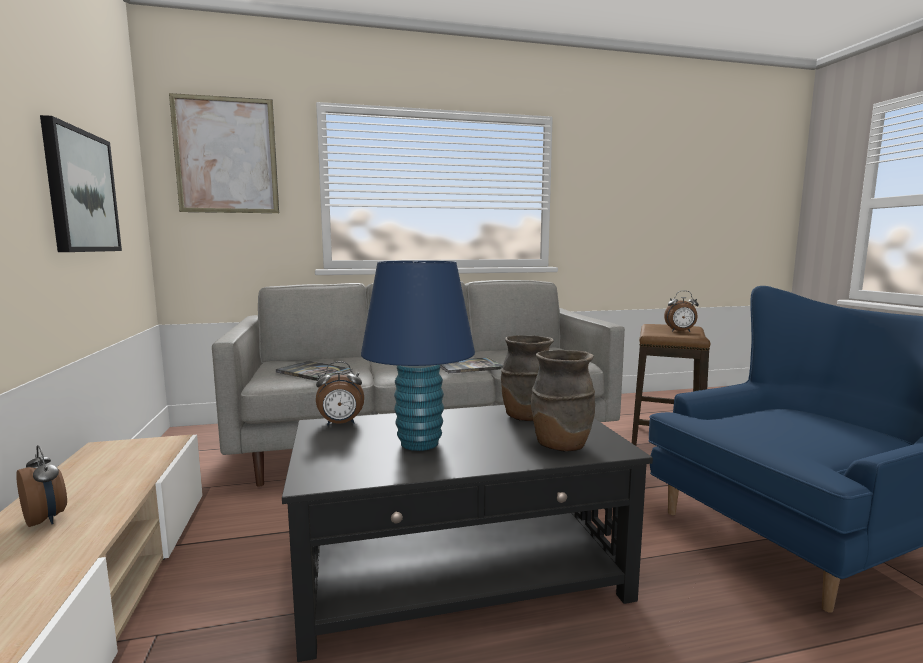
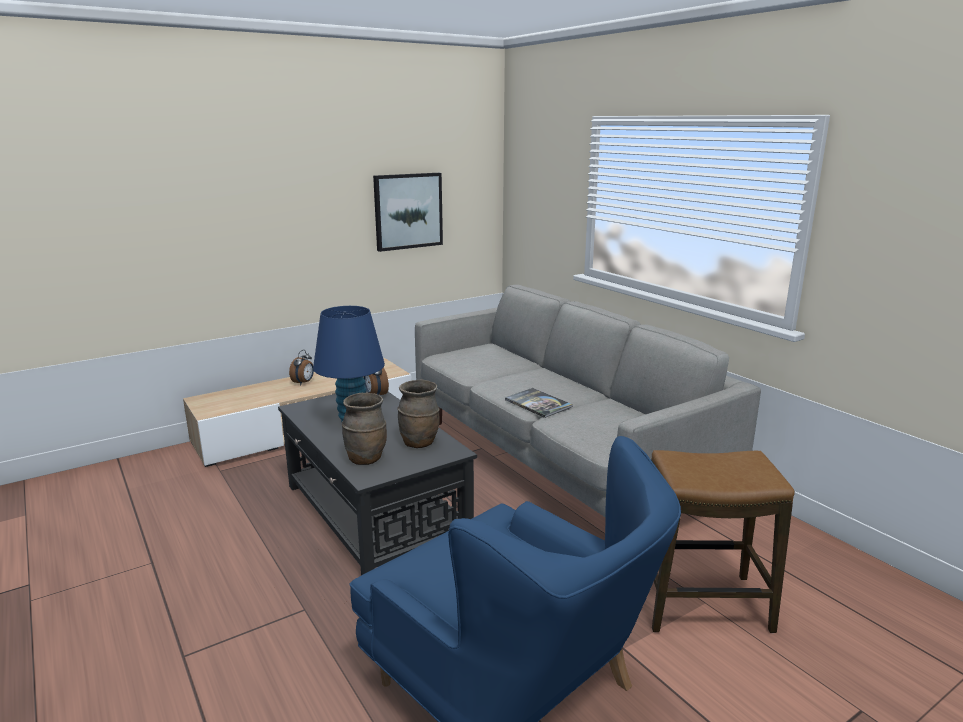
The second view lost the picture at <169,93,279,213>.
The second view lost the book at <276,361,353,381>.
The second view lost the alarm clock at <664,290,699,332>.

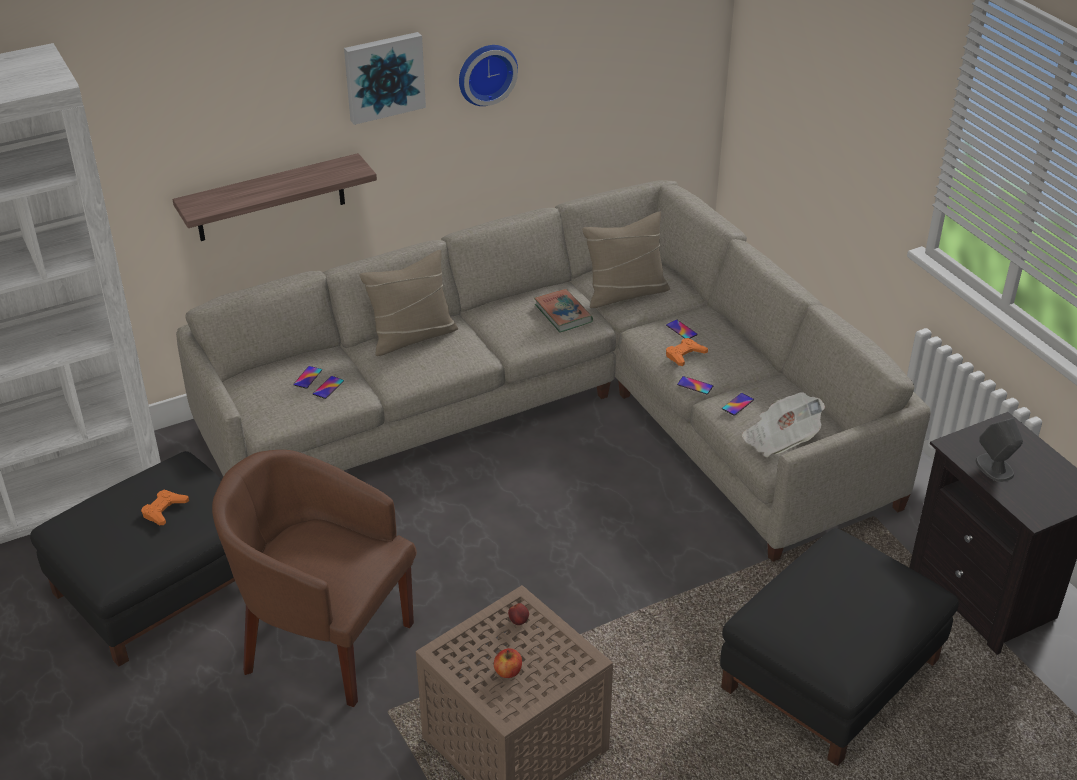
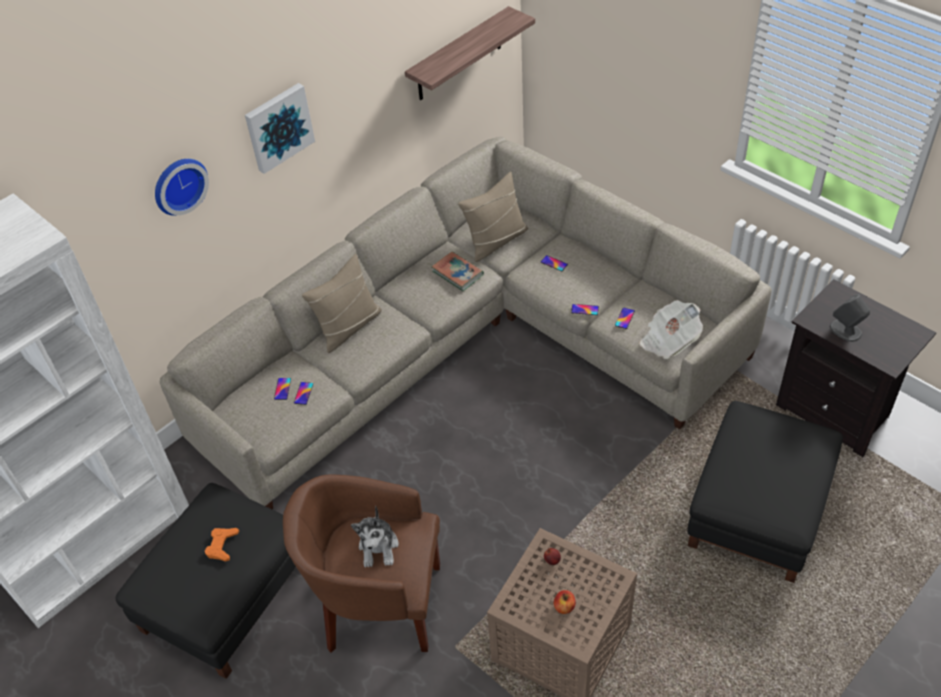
The shelf ended up elsewhere, having gone from <173,153,377,241> to <405,6,535,100>.
The wall clock ended up elsewhere, having gone from <459,45,518,106> to <155,159,209,216>.
The second view lost the orange game controller at <666,338,708,366>.
The second view gained the plush toy at <351,506,399,567>.

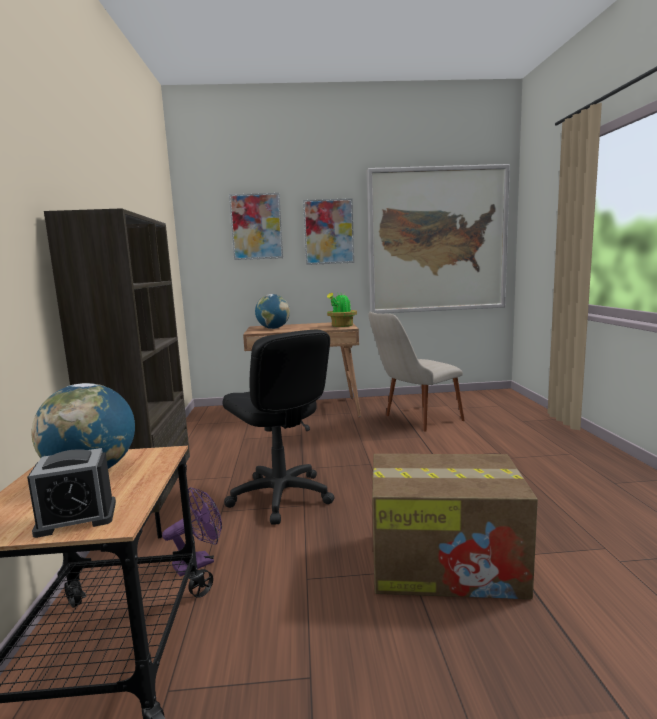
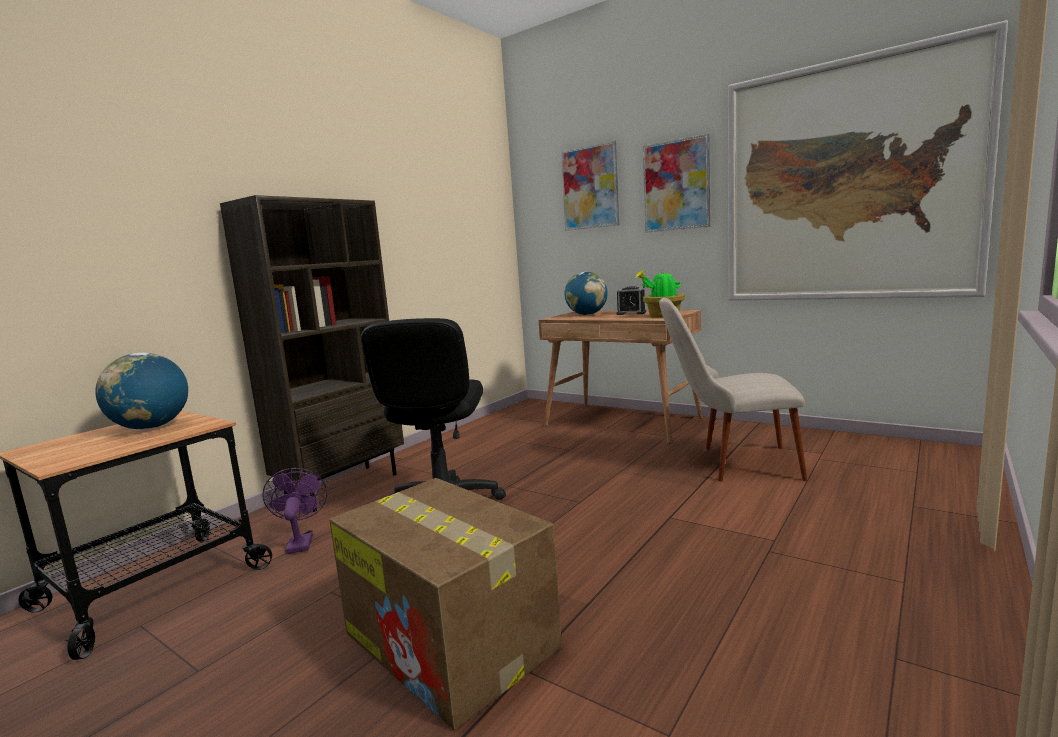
The alarm clock ended up elsewhere, having gone from <27,448,116,538> to <616,286,646,315>.
The purple fan at <162,487,222,576> ended up facing another way, 105 degrees counterclockwise from before.

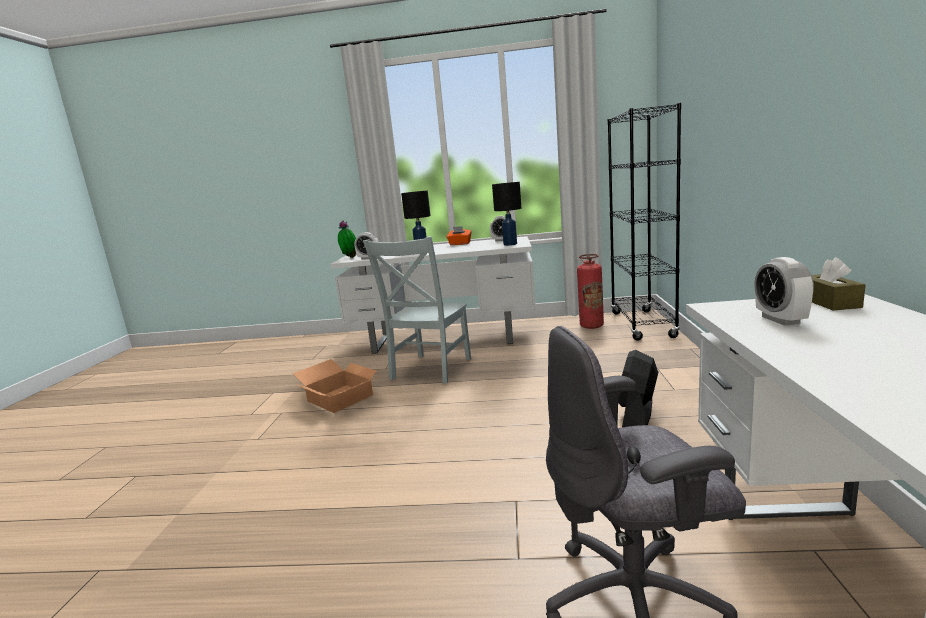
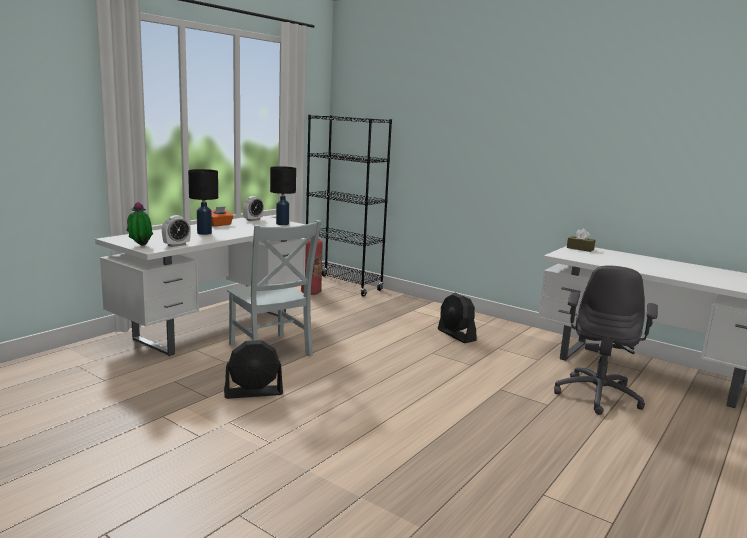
Where the cardboard box stood at <292,359,382,413>, the black fan came to stand at <224,340,283,399>.
The second view lost the alarm clock at <754,257,814,326>.

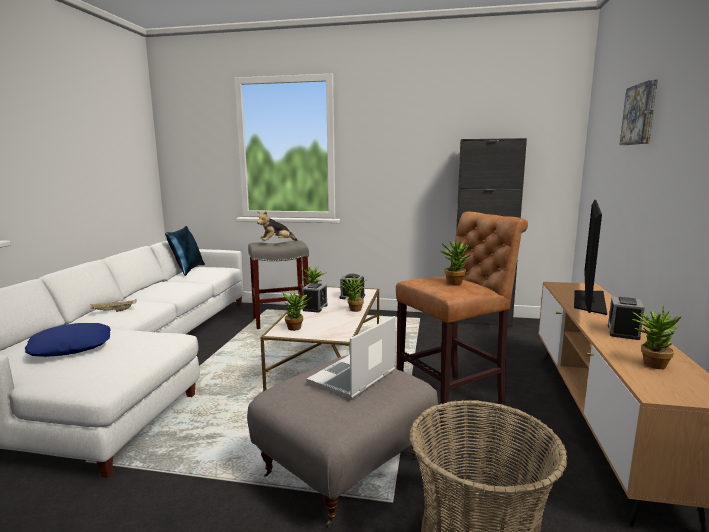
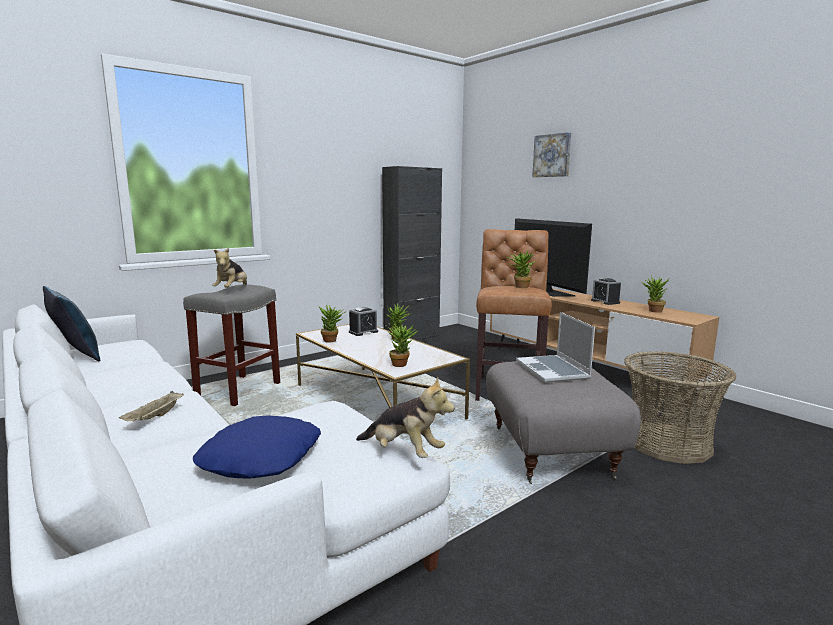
The second view lost the alarm clock at <302,283,328,313>.
The second view gained the plush toy at <356,377,455,458>.

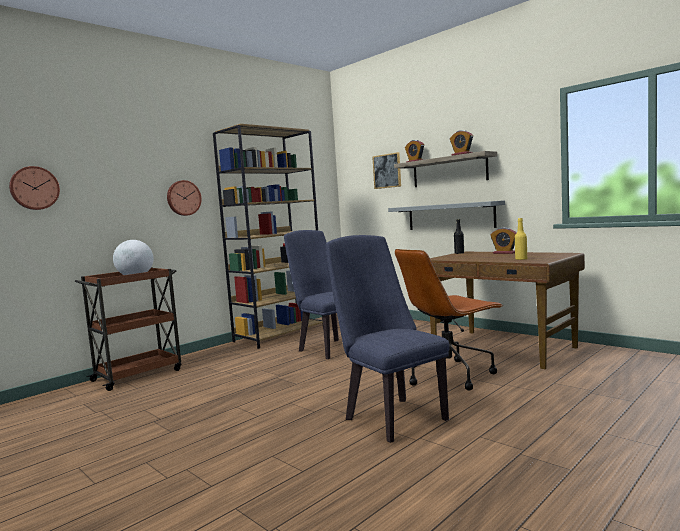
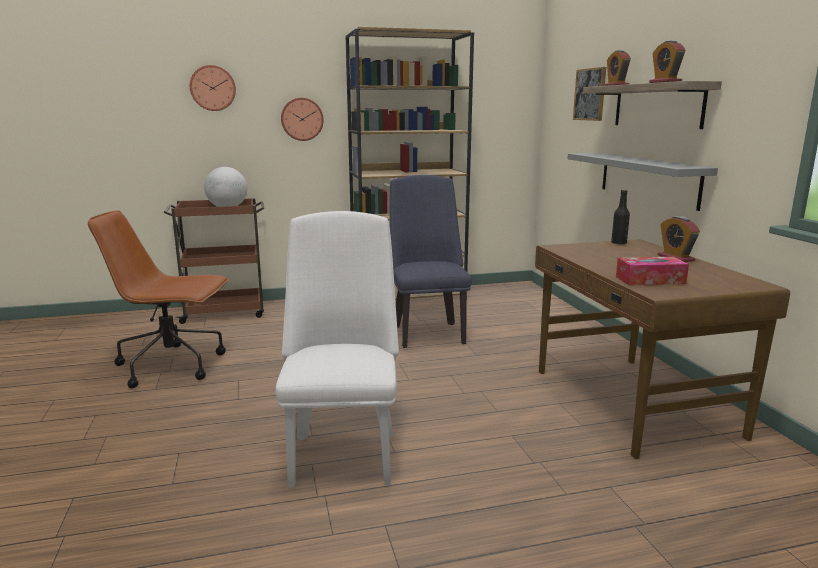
The wall clock ended up elsewhere, having gone from <9,166,60,210> to <190,65,236,111>.
What was the blue chair at <326,235,450,443> turned into the white chair at <275,211,399,488>.
The brown office chair ended up elsewhere, having gone from <395,249,504,391> to <88,210,229,389>.
Where the yellow bottle stood at <515,218,527,260>, the tissue box came to stand at <616,257,689,285>.

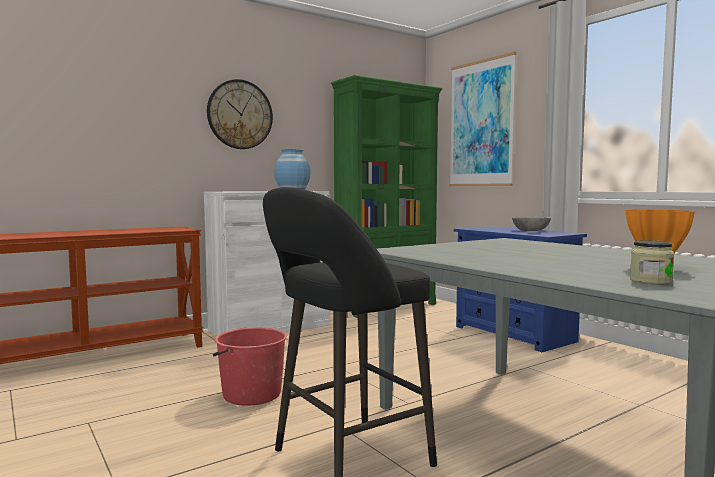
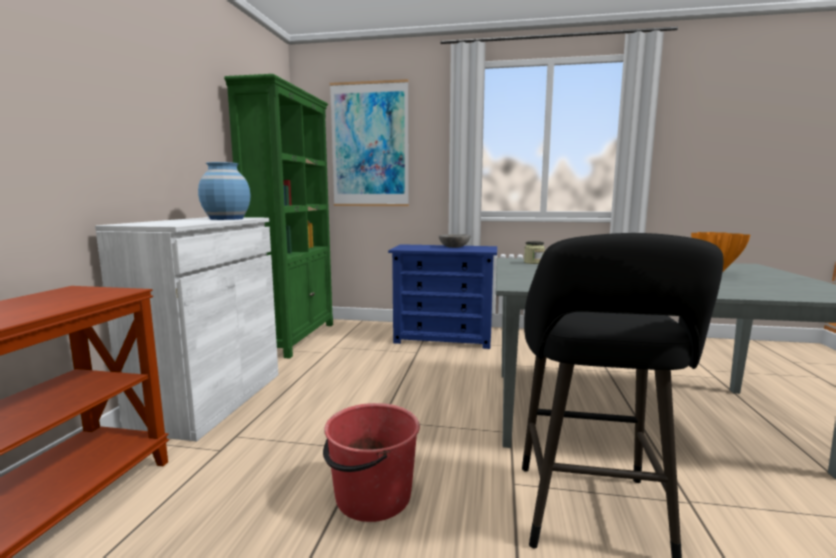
The second view lost the wall clock at <207,79,273,149>.
The jar ended up elsewhere, having gone from <630,240,674,285> to <524,241,545,264>.

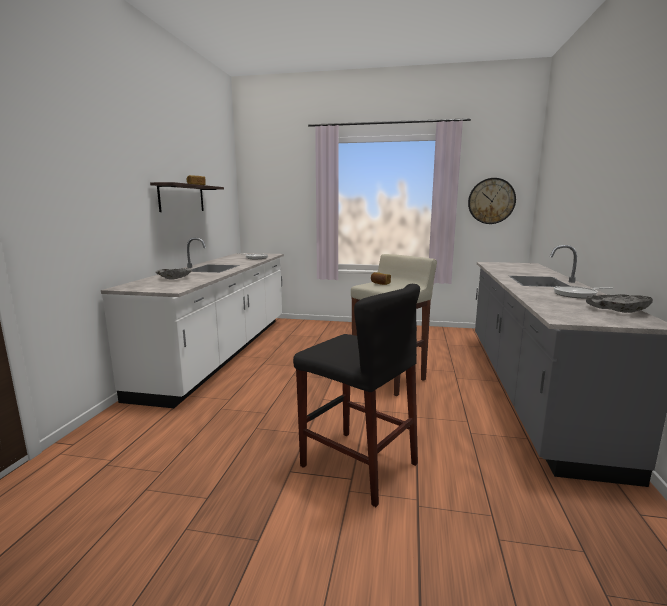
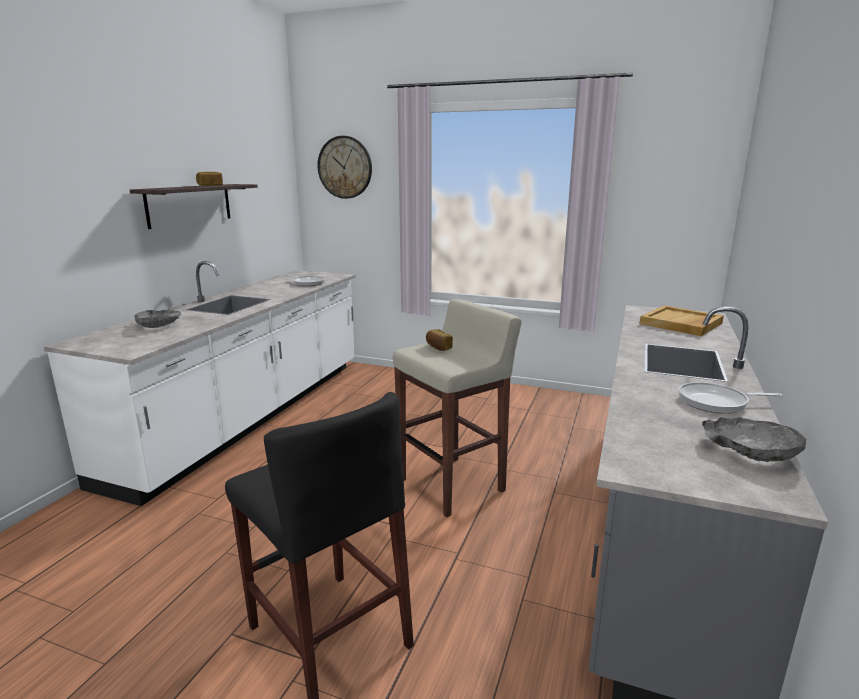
The wall clock ended up elsewhere, having gone from <468,178,516,224> to <317,136,372,199>.
The second view gained the beige tray at <640,305,724,336>.

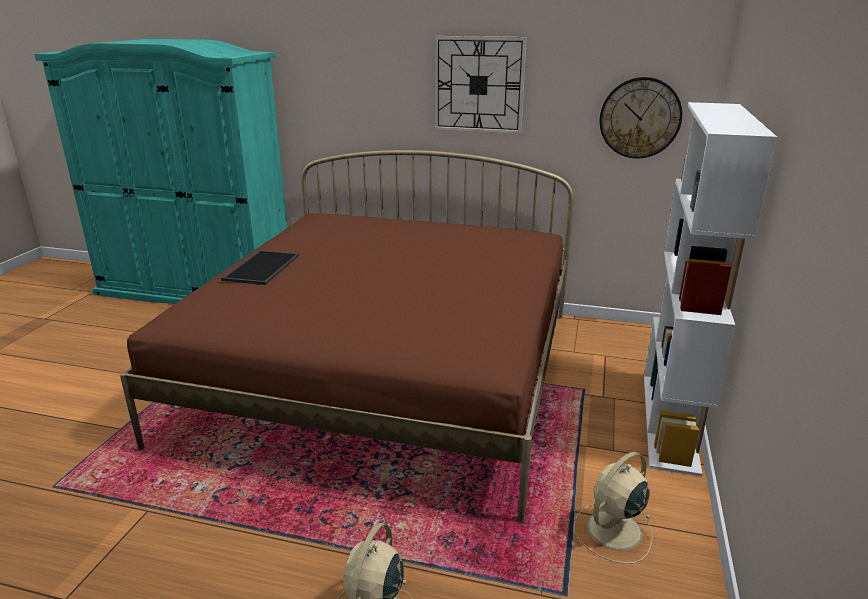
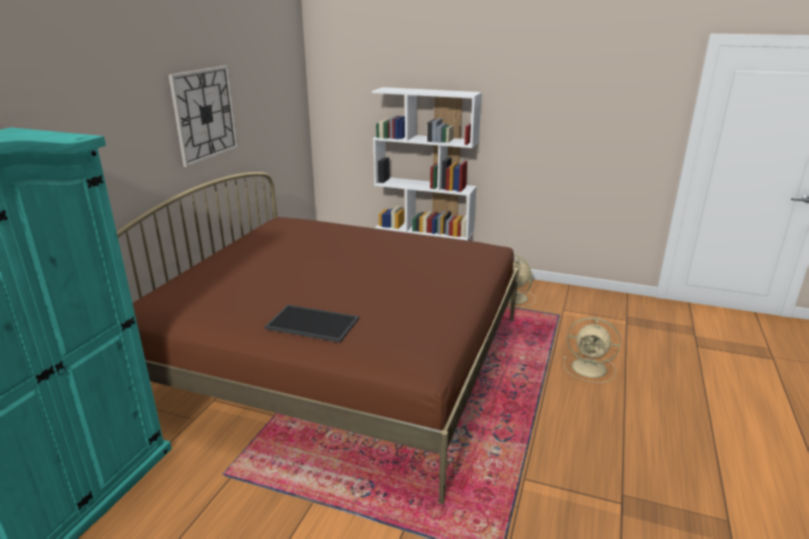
The second view lost the wall clock at <600,77,682,158>.

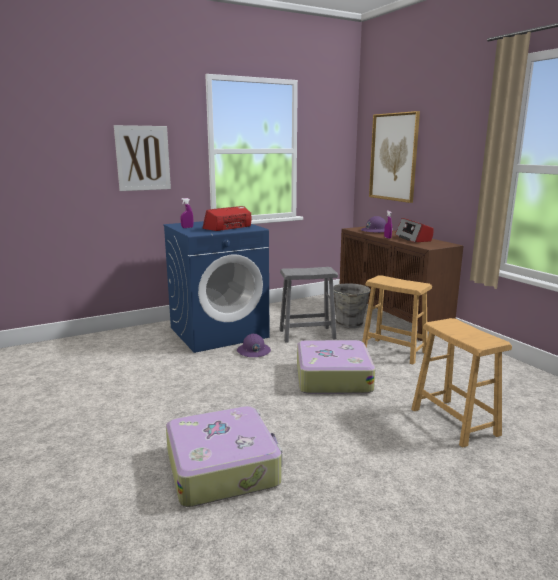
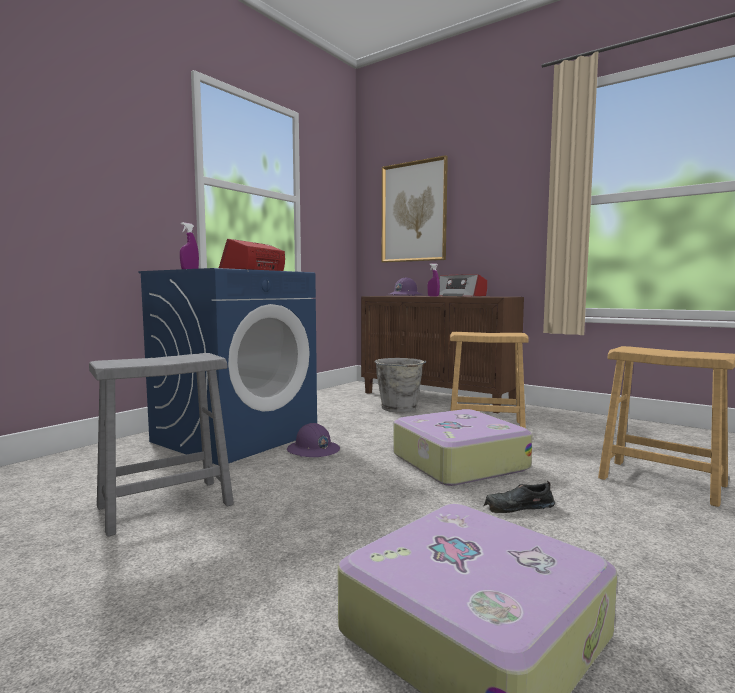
The second view lost the picture at <114,125,171,191>.
The grey stool ended up elsewhere, having gone from <279,267,338,343> to <89,353,234,537>.
The second view gained the black shoe at <484,480,555,513>.

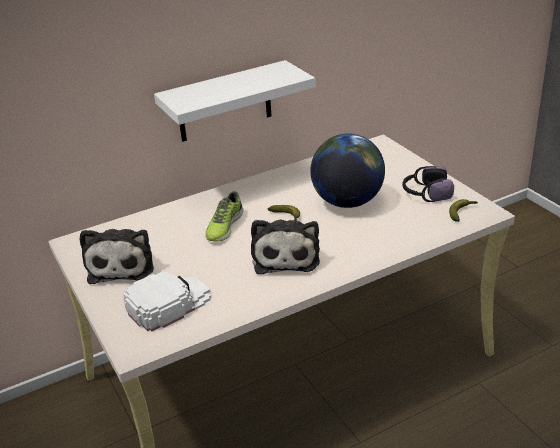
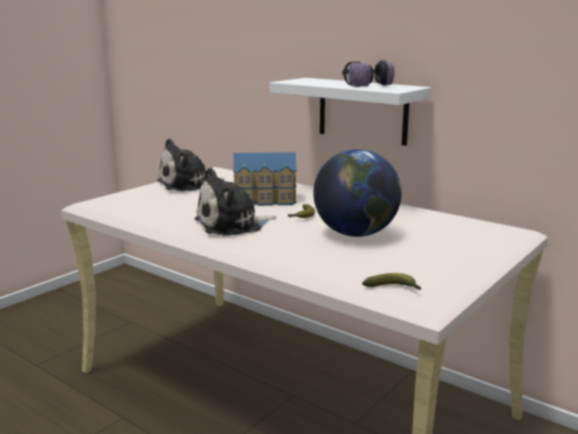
The second view lost the white cap at <123,272,211,331>.
Where the shoe stood at <205,191,243,242>, the toy house came to stand at <233,152,297,206>.
The headphones ended up elsewhere, having gone from <402,166,454,202> to <342,61,395,87>.

